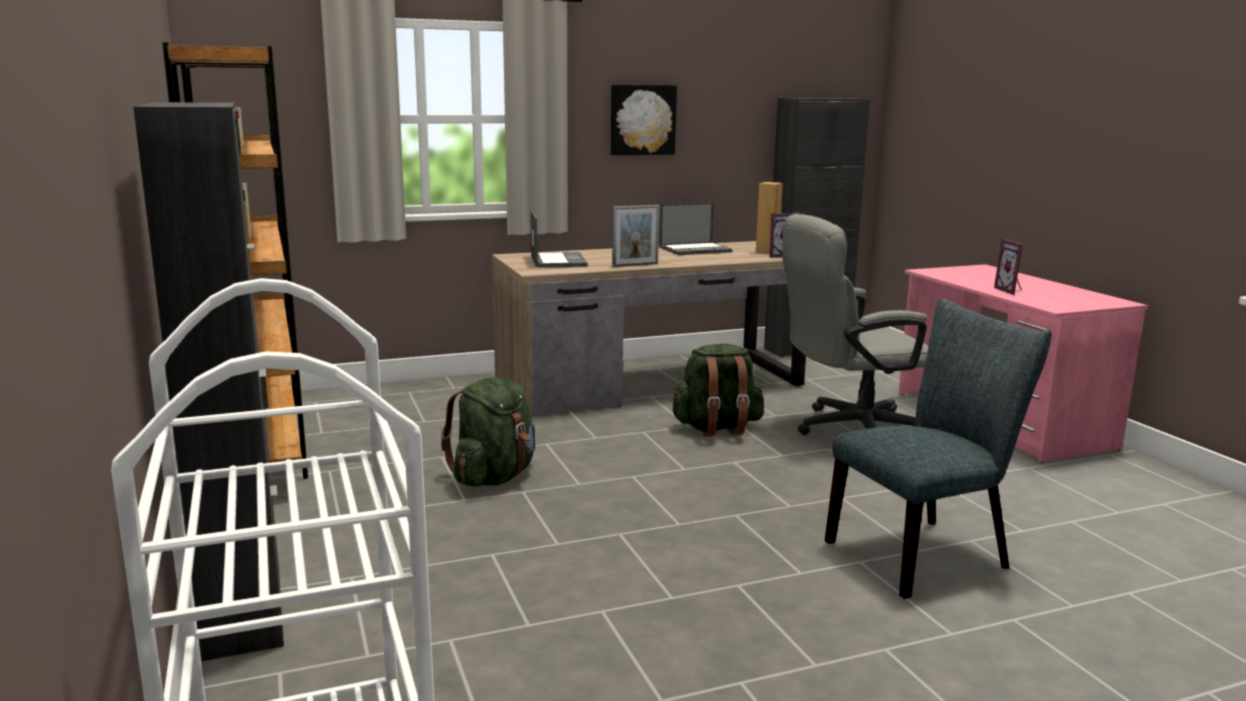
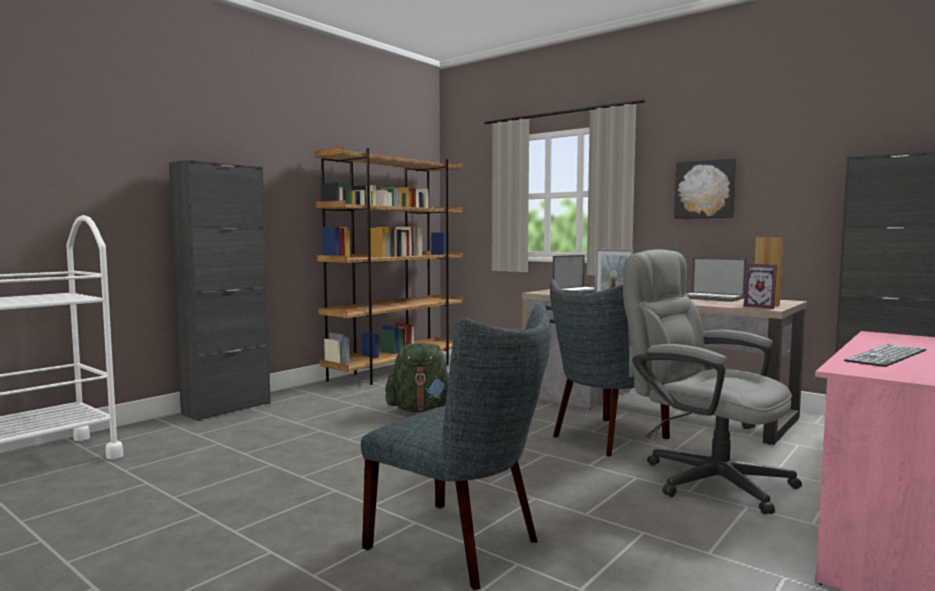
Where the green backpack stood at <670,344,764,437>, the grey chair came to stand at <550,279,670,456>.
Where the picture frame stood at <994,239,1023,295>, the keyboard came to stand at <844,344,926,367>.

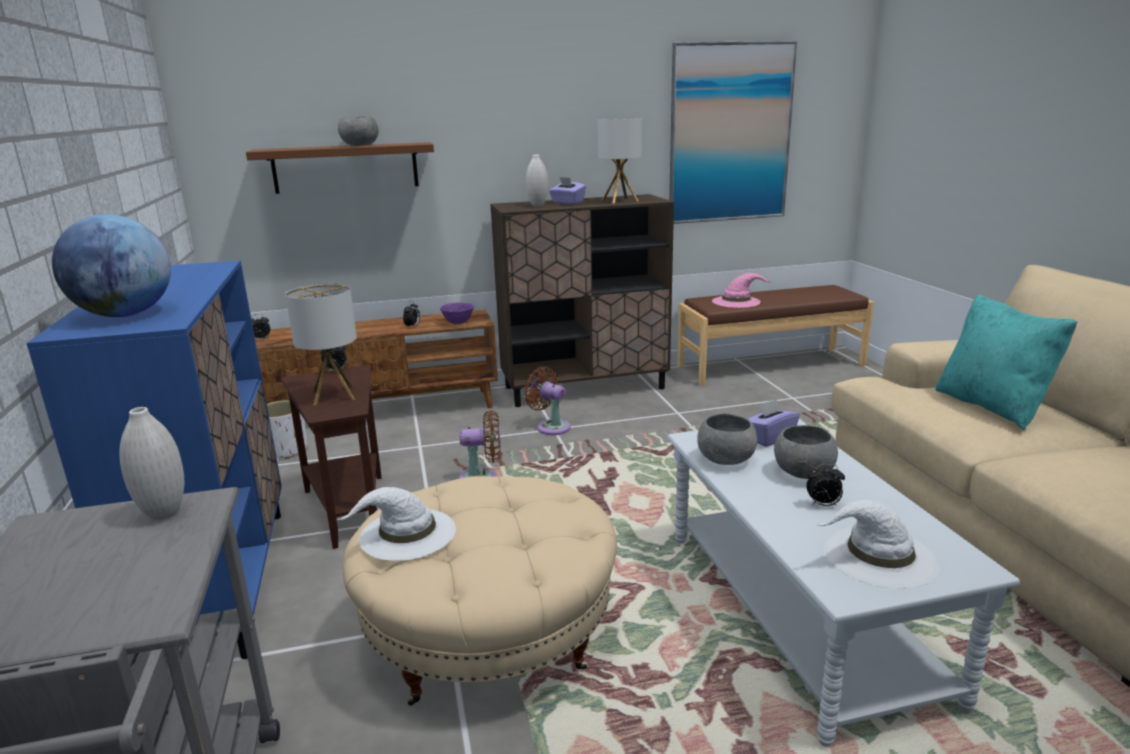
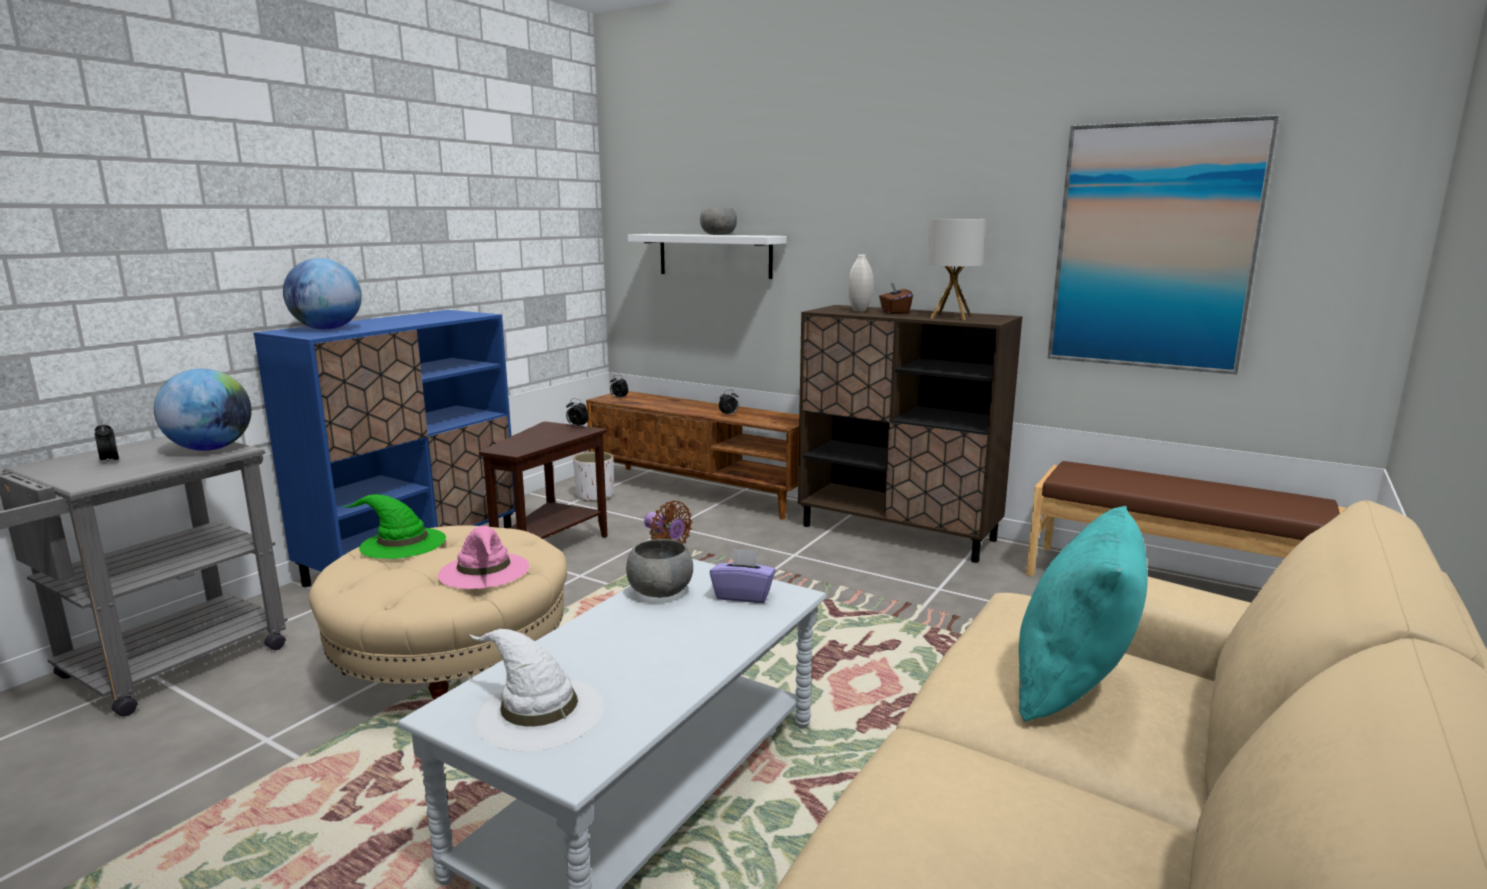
Where the white vase stood at <119,407,185,521>, the globe came to stand at <154,369,252,451>.
What was the brown shelf at <246,142,434,194> turned into the white shelf at <628,234,787,279>.
The second view lost the table lamp at <285,283,357,406>.
What was the white hat at <336,487,456,561> turned into the green hat at <342,494,446,559>.
The second view lost the purple bowl at <440,302,474,324>.
The second view lost the brown fan at <524,366,571,435>.
What was the purple tissue box at <549,177,586,205> turned into the brown tissue box at <879,283,913,314>.
The pink hat ended up elsewhere, having gone from <712,273,773,308> to <438,526,529,589>.
The second view lost the grey bowl at <774,425,838,479>.
The alarm clock ended up elsewhere, having gone from <806,464,845,506> to <95,420,119,464>.

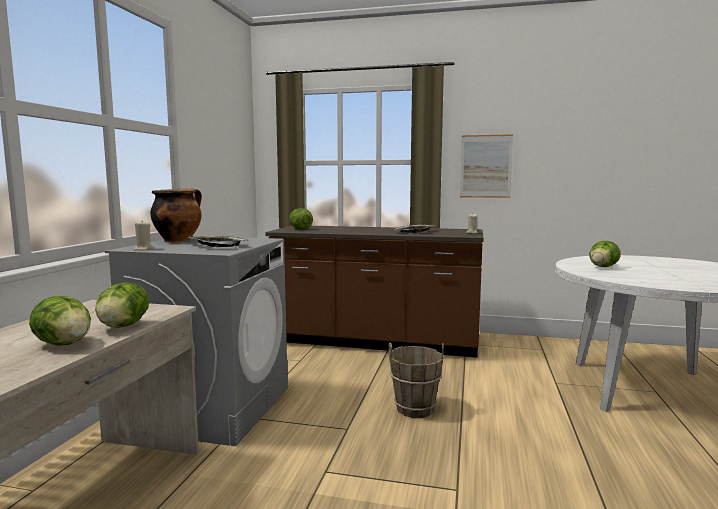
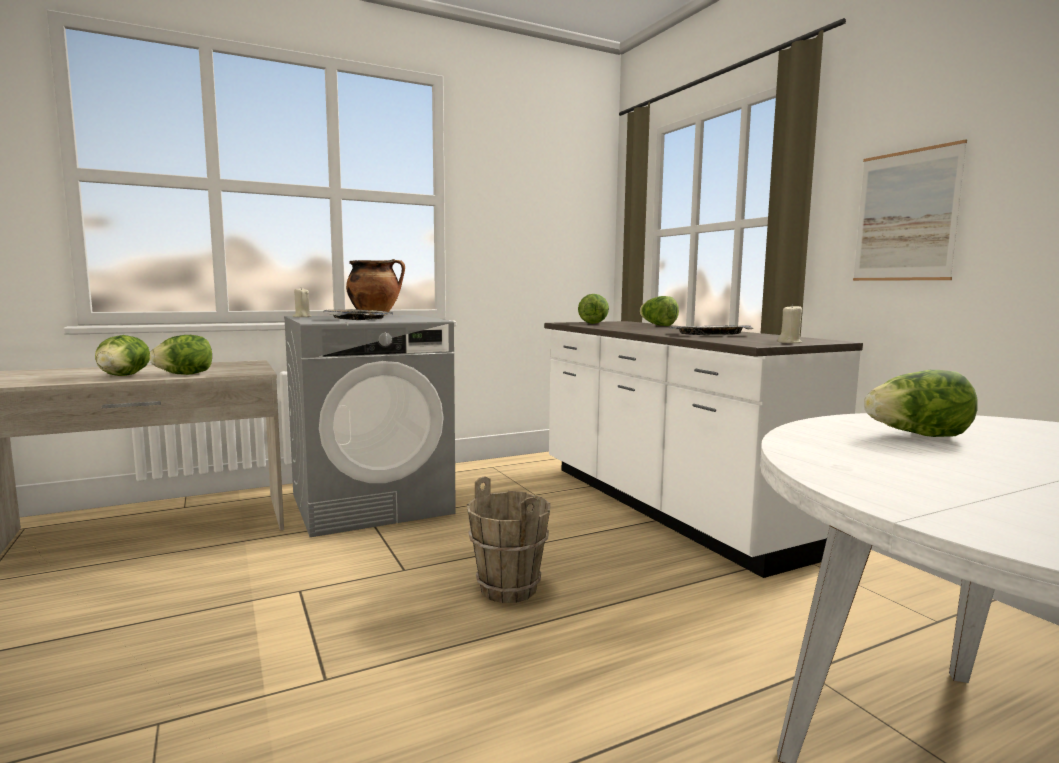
What was the brown counter at <265,226,484,358> turned into the white counter at <544,321,863,578>.
The second view gained the lettuce at <640,296,679,326>.

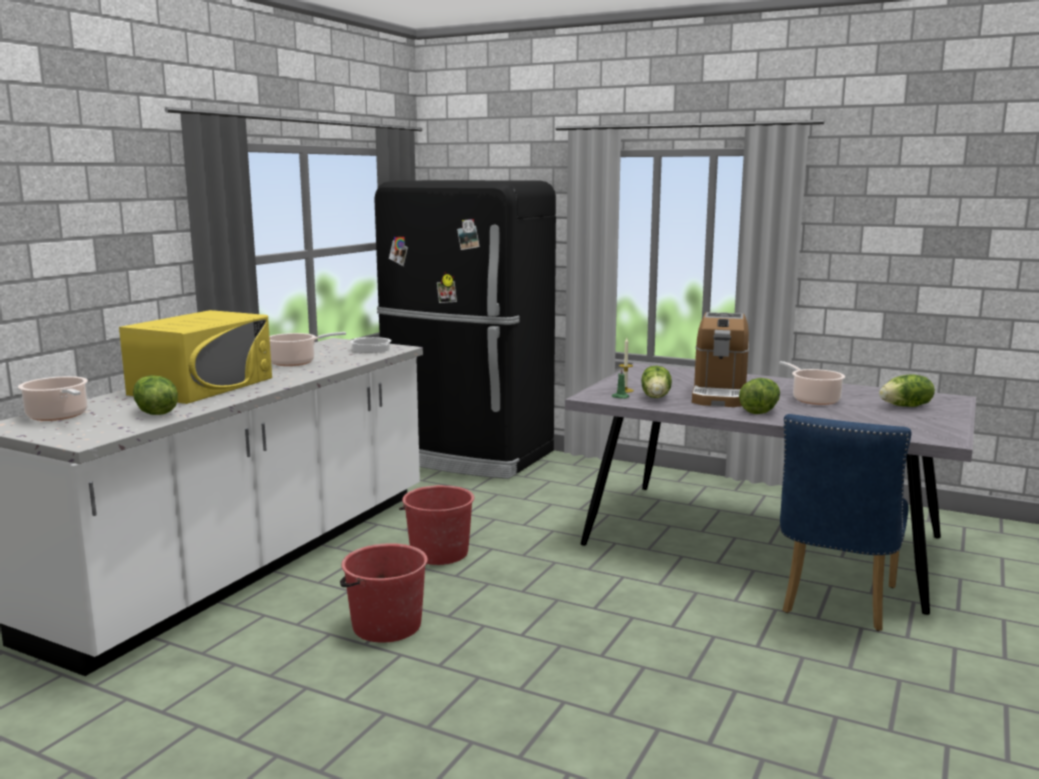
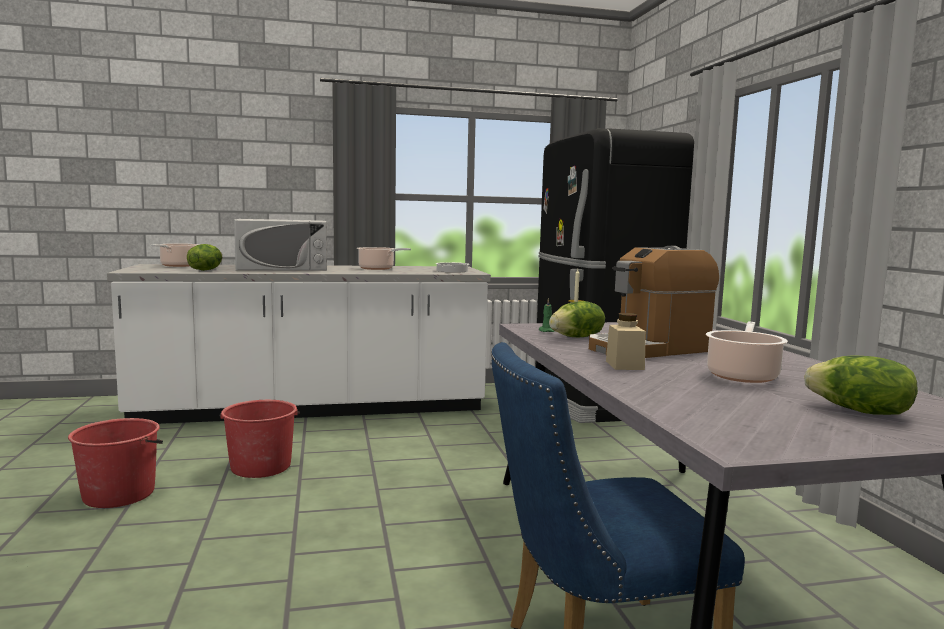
What was the yellow microwave at <119,310,272,404> turned into the white microwave at <234,219,327,271>.
The red bucket ended up elsewhere, having gone from <399,485,474,565> to <68,418,163,508>.
Where the lettuce stood at <739,378,780,414>, the beige jar came to stand at <606,313,646,370>.

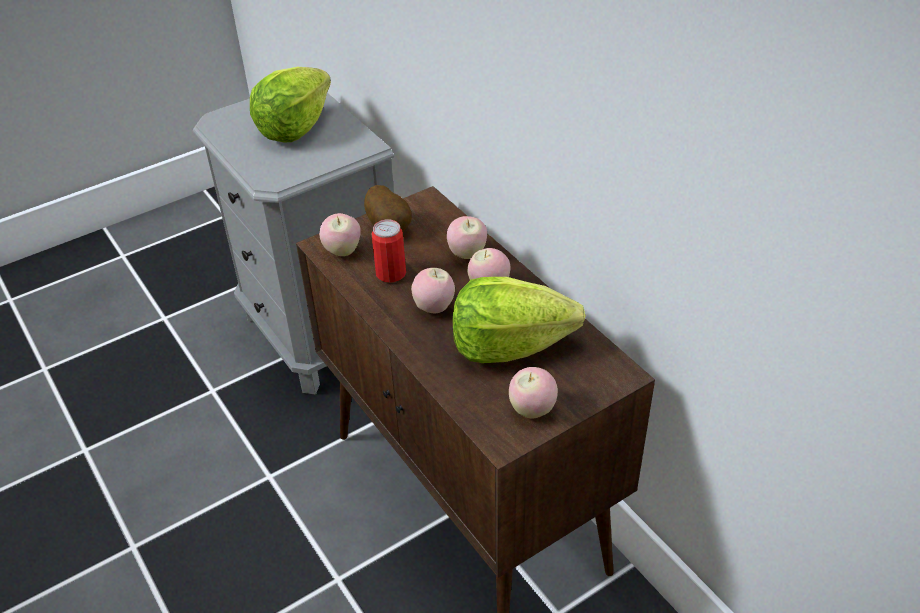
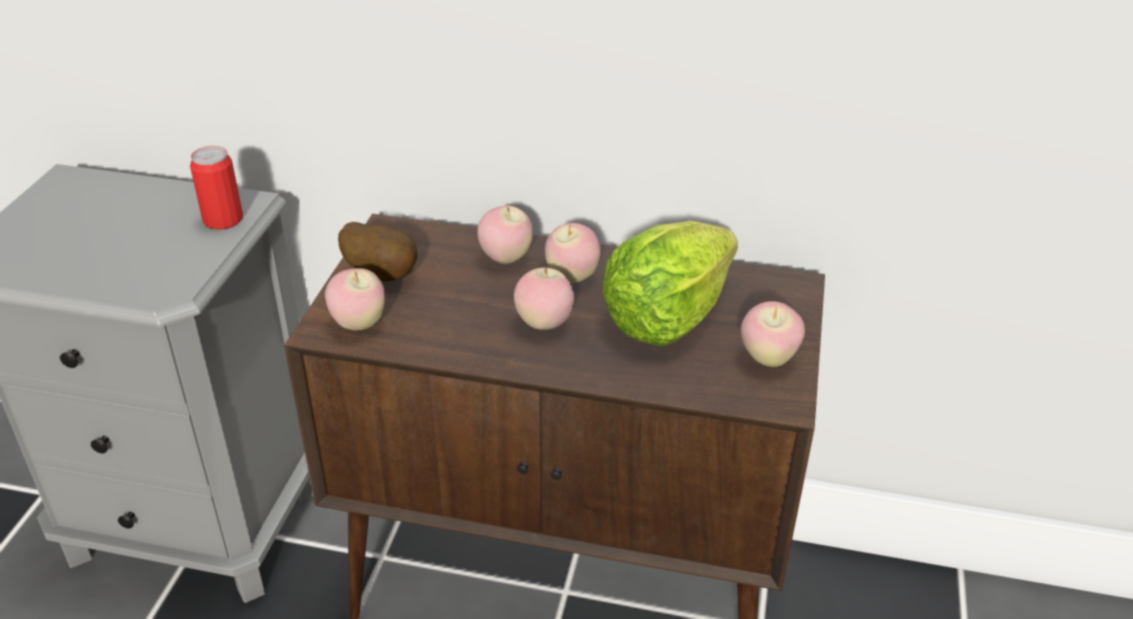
The second view lost the lettuce at <250,67,331,142>.
The can ended up elsewhere, having gone from <371,219,406,283> to <190,146,243,230>.

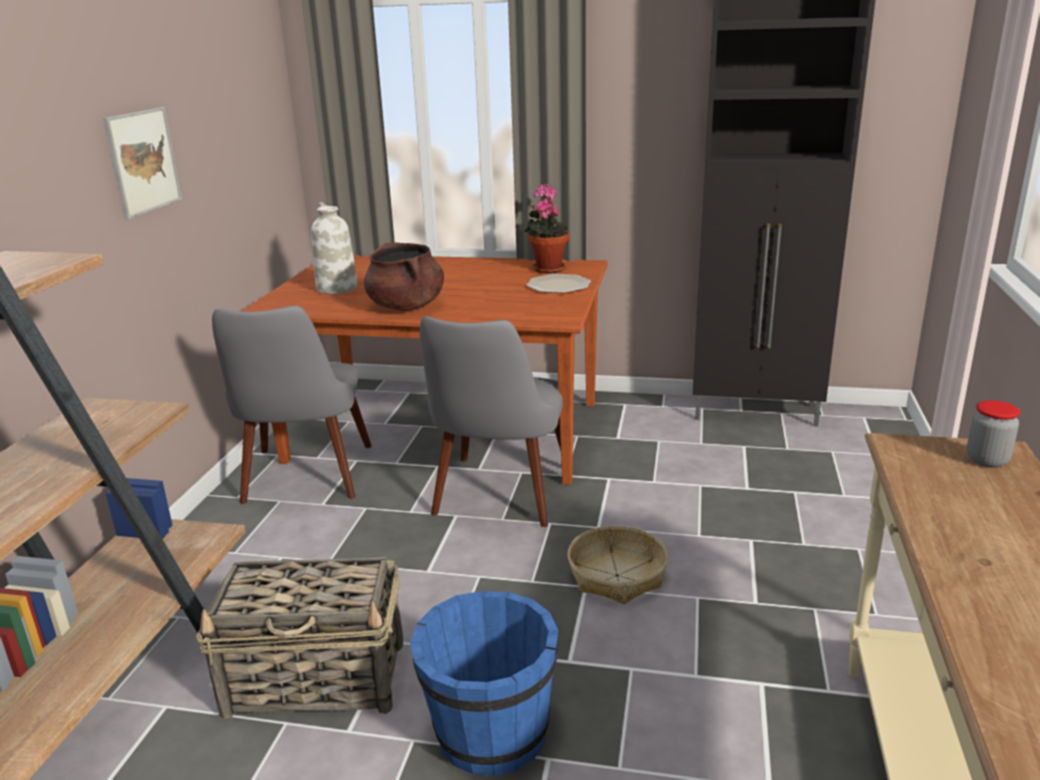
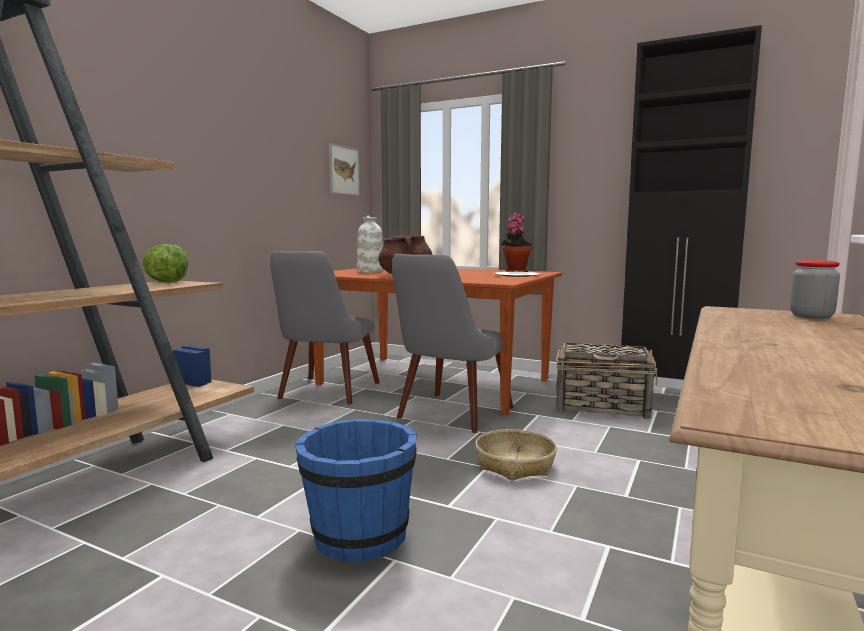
The picture ended up elsewhere, having gone from <103,107,182,219> to <329,143,360,196>.
The basket ended up elsewhere, having gone from <196,557,403,719> to <556,342,657,419>.
The second view gained the lettuce at <143,244,188,283>.

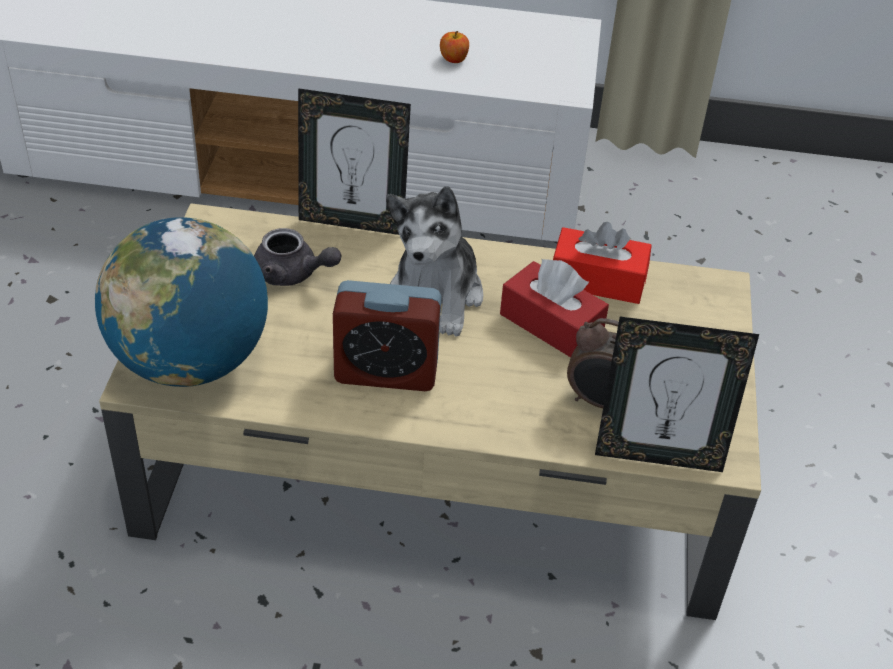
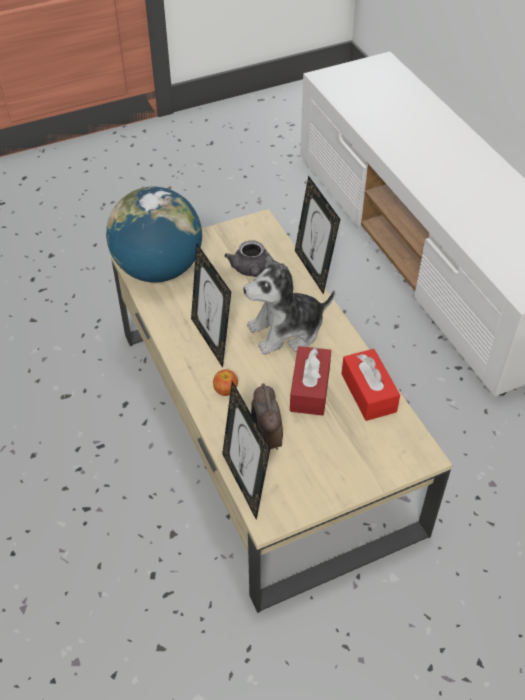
Where the alarm clock stood at <333,280,442,391>, the picture frame came to stand at <191,243,231,368>.
The apple ended up elsewhere, having gone from <440,31,469,63> to <213,370,238,396>.

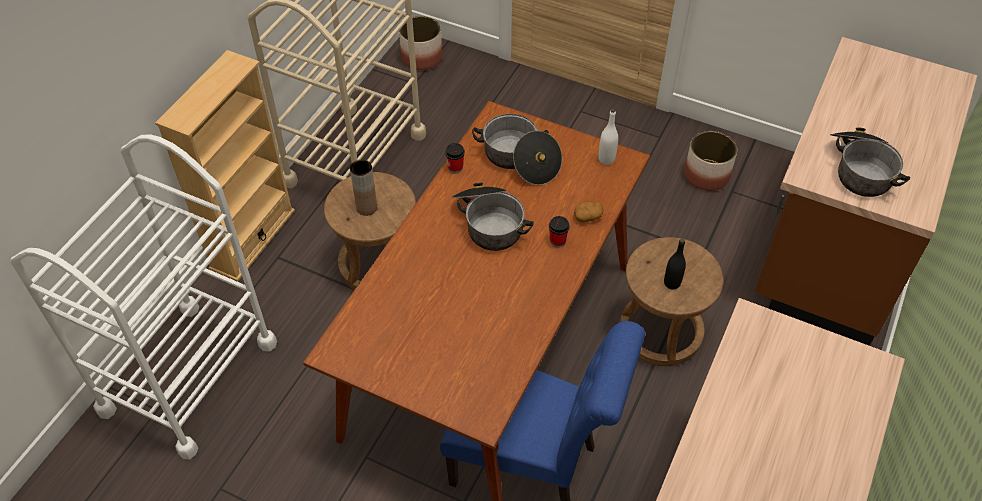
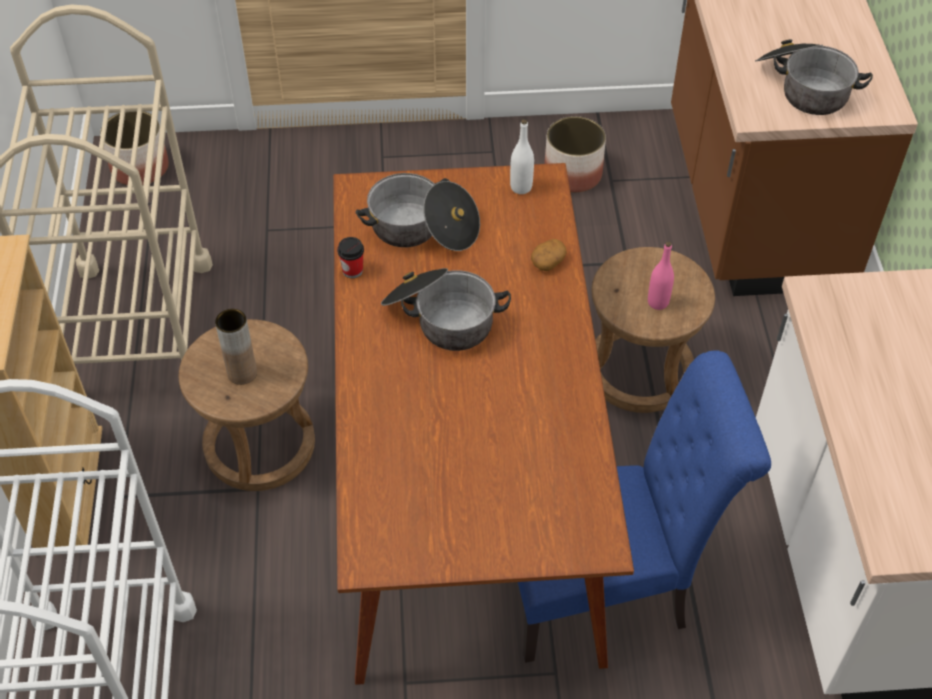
The second view lost the cup at <549,216,570,248>.
What was the black bottle at <664,239,686,289> turned into the pink bottle at <648,242,674,310>.

